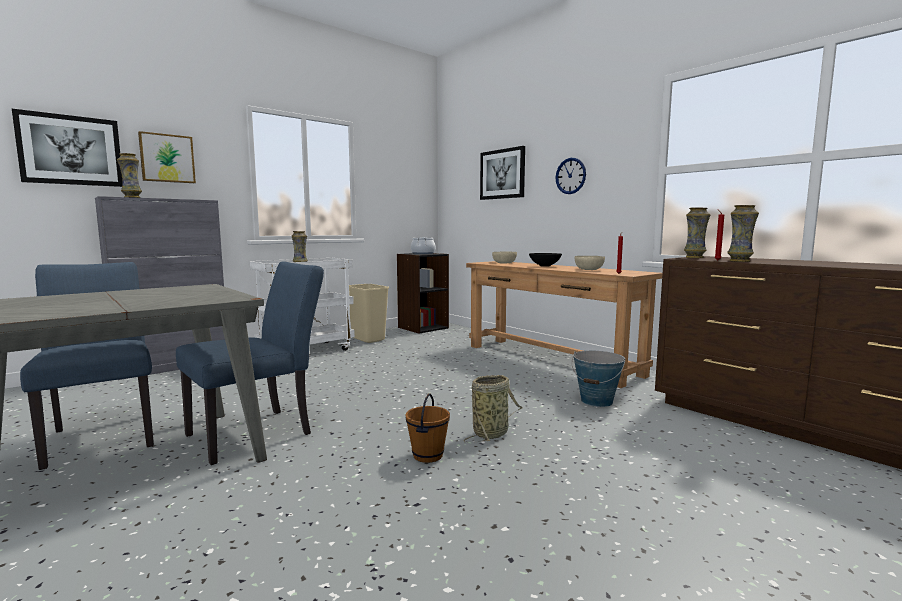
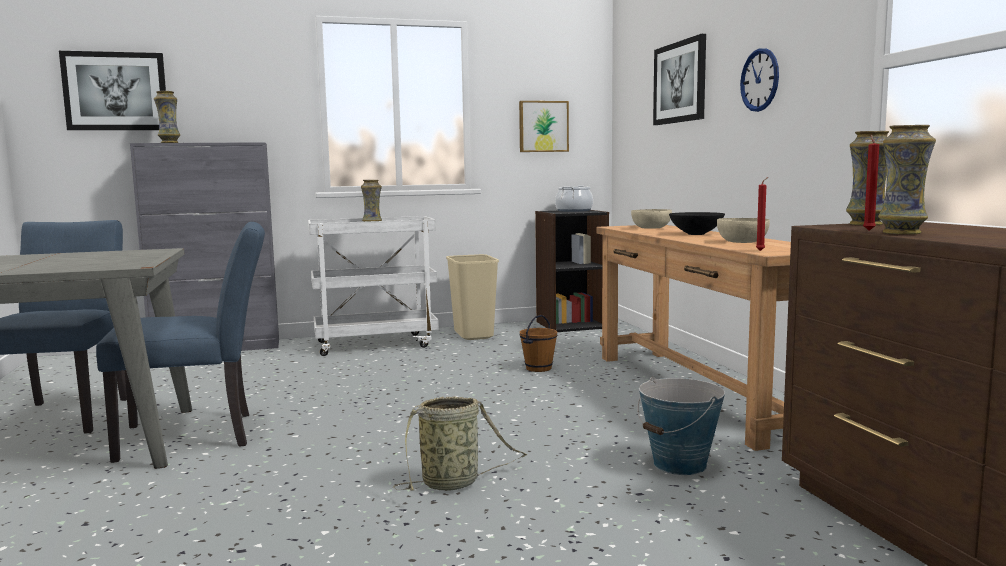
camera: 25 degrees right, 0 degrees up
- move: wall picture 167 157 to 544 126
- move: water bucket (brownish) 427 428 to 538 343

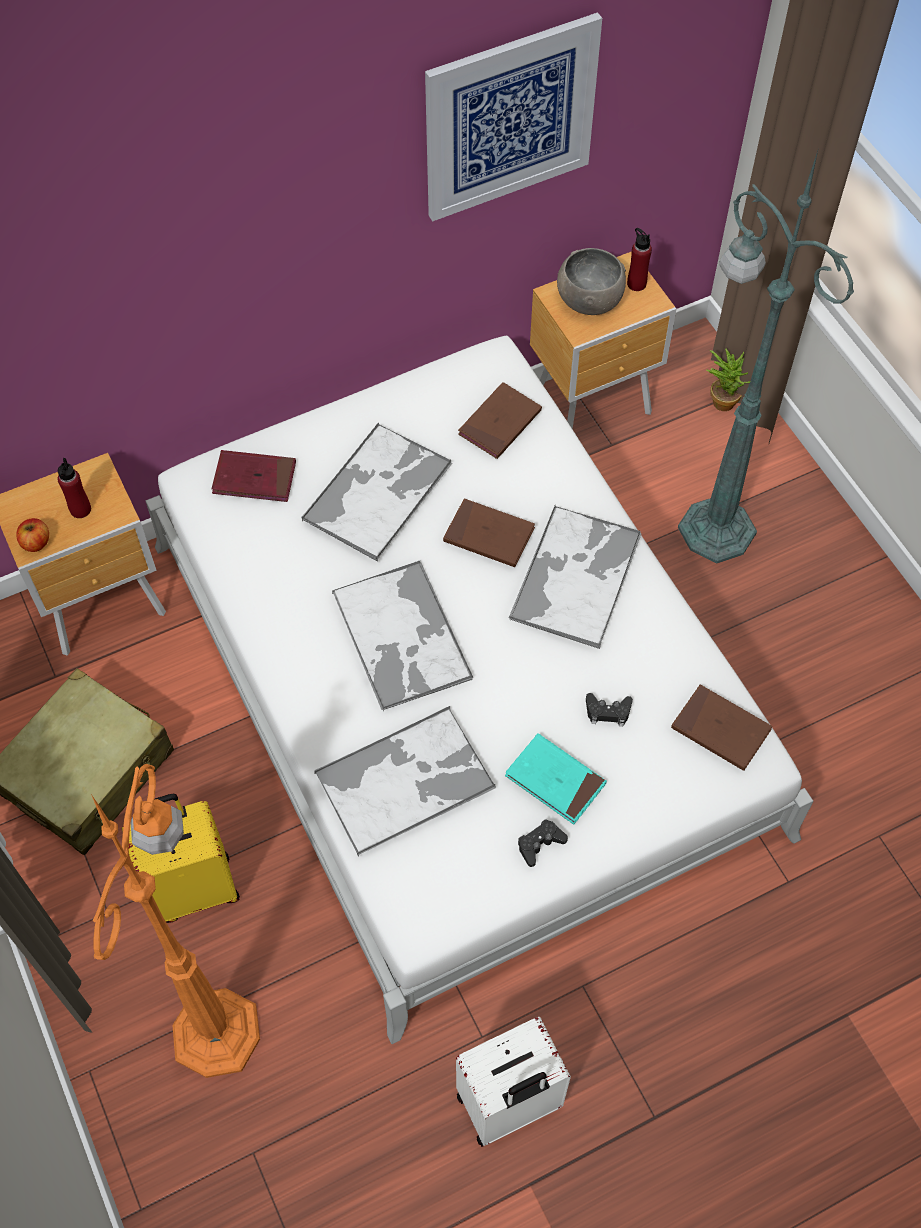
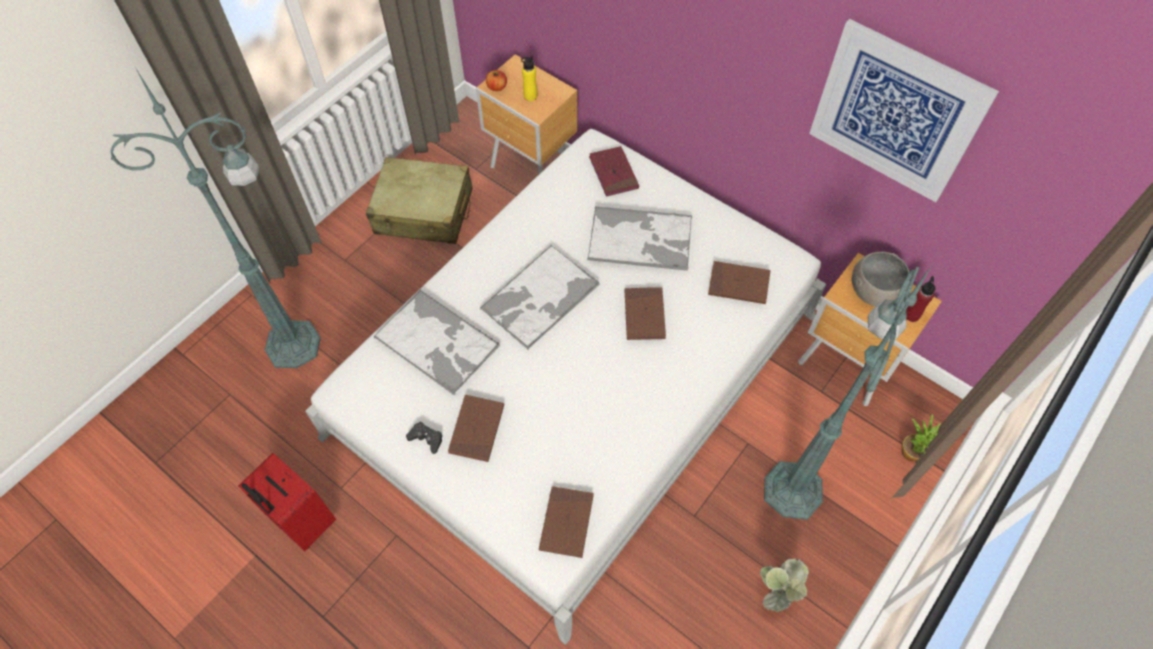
camera: 65 degrees right, 0 degrees up
- recolor: bottle (red-coloured) 74 488 to bottle (yellowish) 529 78
- delete: tray 575 577
- delete: joypad (blackish) 609 709
- recolor: volume (blue-green) 556 779 to volume (brownish) 476 428
- recolor: standing lamp (orange) 175 921 to standing lamp (green) 215 217
- delete: suitcase (yellowish) 181 858
- recolor: suitcase (white) 513 1082 to suitcase (red-coloured) 287 502
- insert: houseplant 784 585

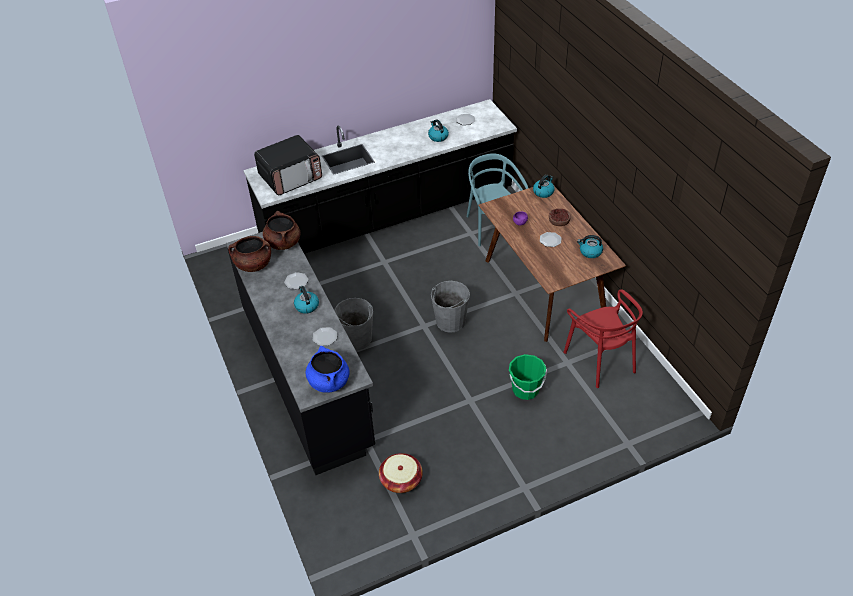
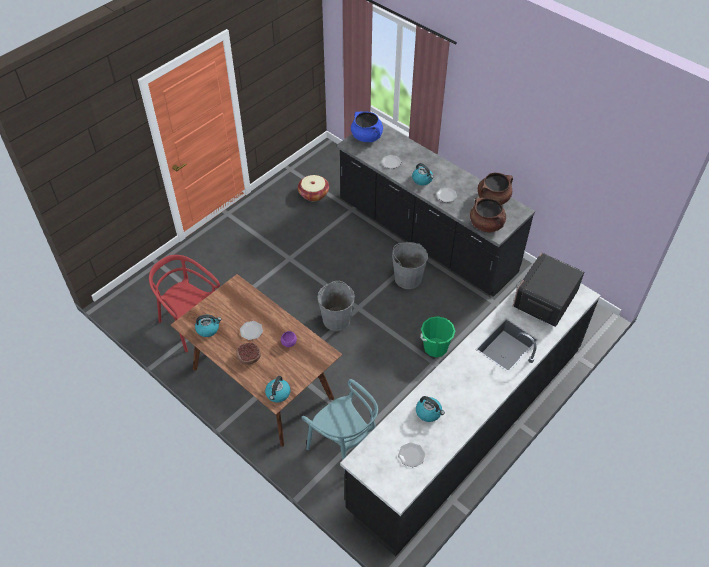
camera: 155 degrees right, 5 degrees up
- move: water bucket (green) 528 377 to 438 336

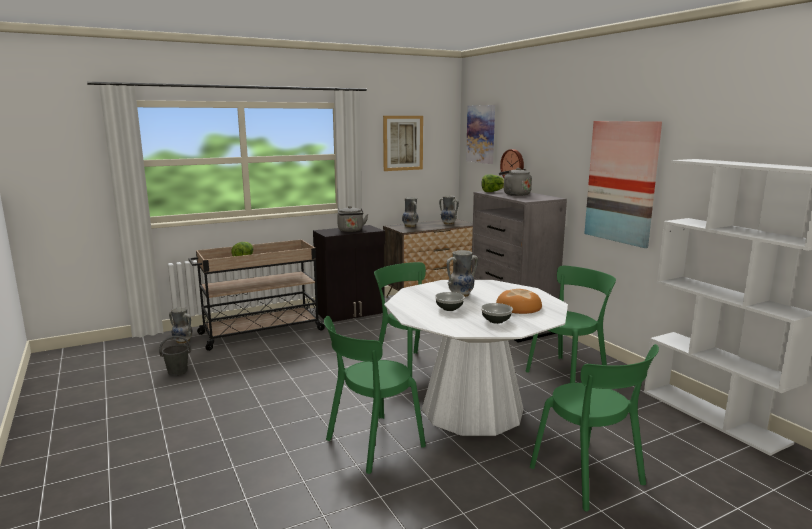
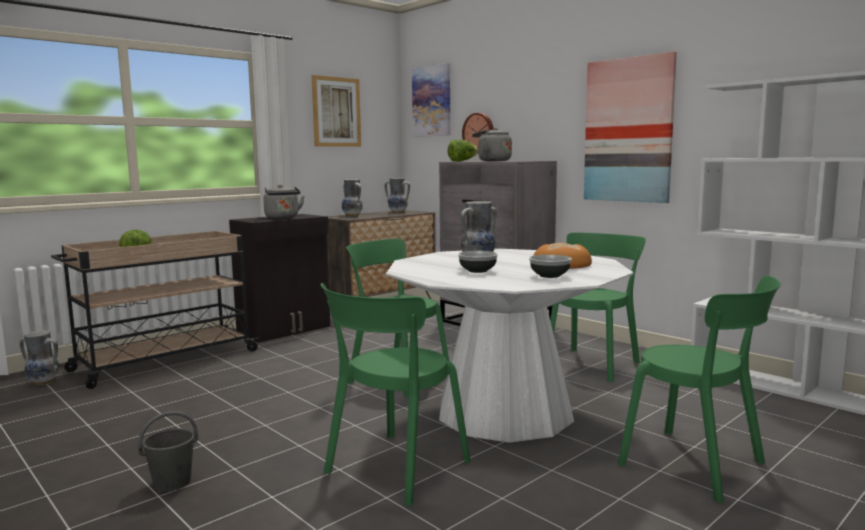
camera: 15 degrees left, 5 degrees down
- move: water bucket (greyish) 175 356 to 168 451

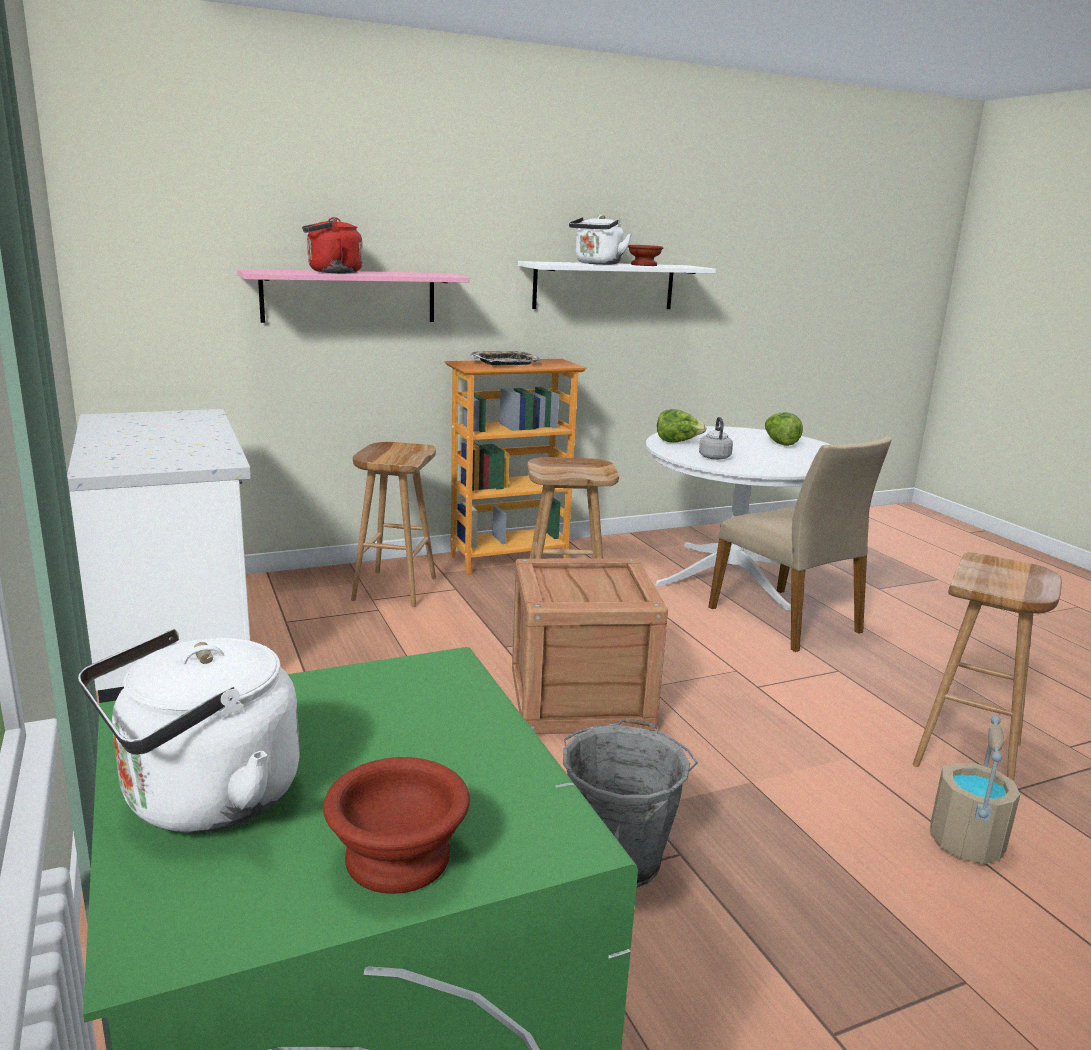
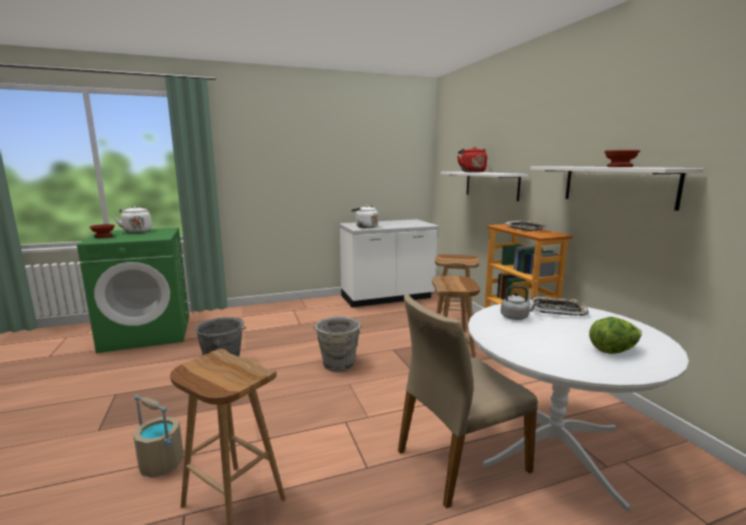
camera: 95 degrees right, 5 degrees down
- move: water kettle (white) 600 240 to 364 216
- recolor: bracket shelf (pinkish) 353 296 to bracket shelf (white) 484 186
- replace: lettuce head 682 426 to tray 558 306
- replace: packing crate 590 646 to water bucket (greyish) 337 344

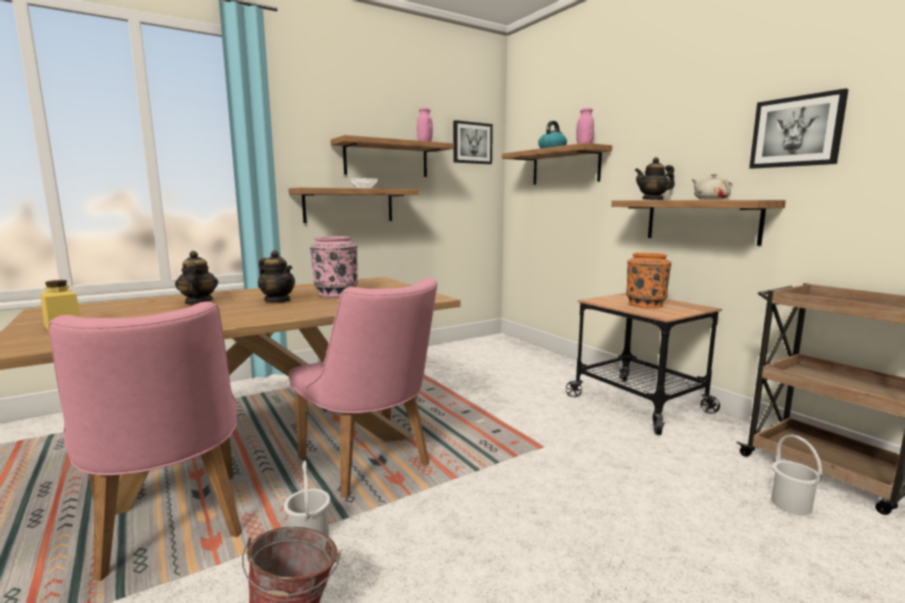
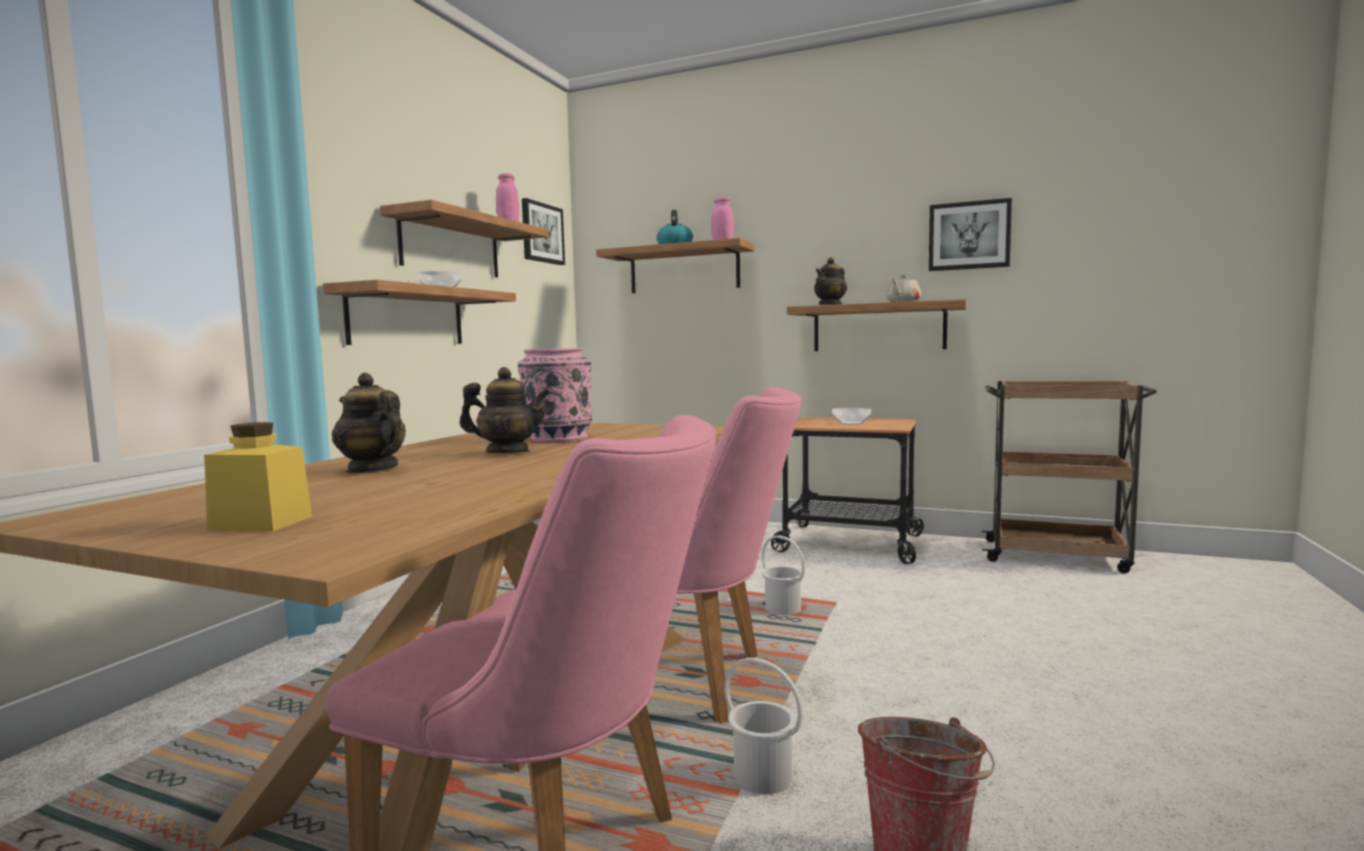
camera: 35 degrees left, 5 degrees down
- replace: flower vase (orange) 648 280 to serving bowl 851 416
- move: water bucket (white) 796 475 to 783 575

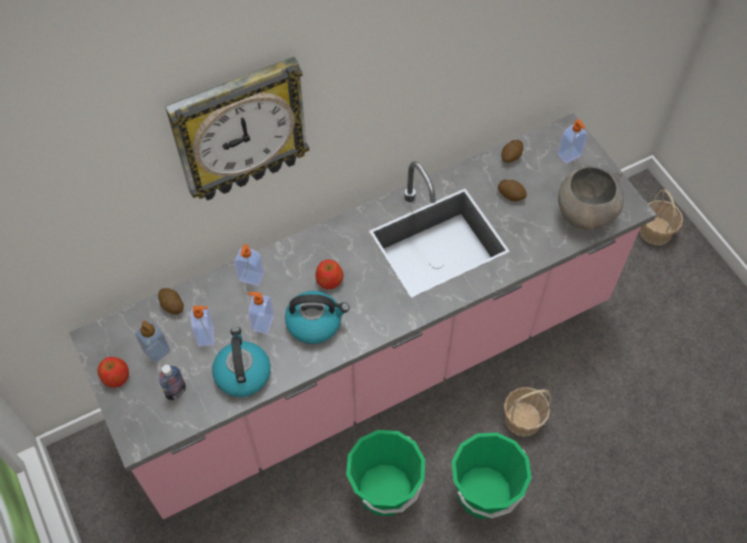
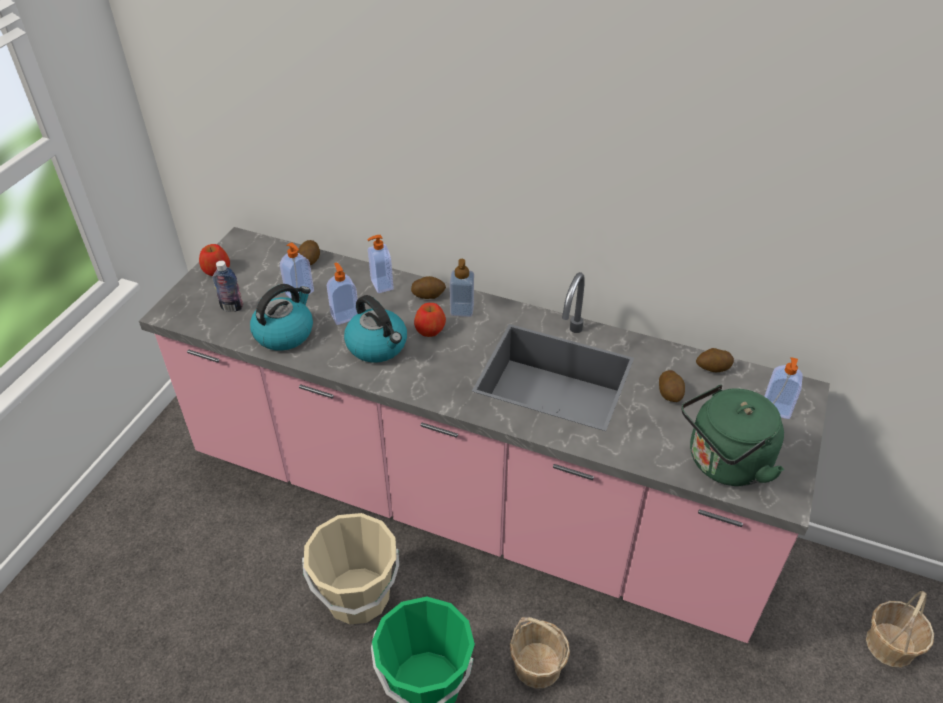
camera: 50 degrees right, 15 degrees down
- delete: hanging clock 237 128
- replace: serving bowl (greyish) 591 197 to water kettle (green) 733 435
- move: liquid soap bottle 152 342 to 462 288
- recolor: water bucket (green) 385 473 to water bucket (sand-coloured) 350 568
- insert: potato 428 287

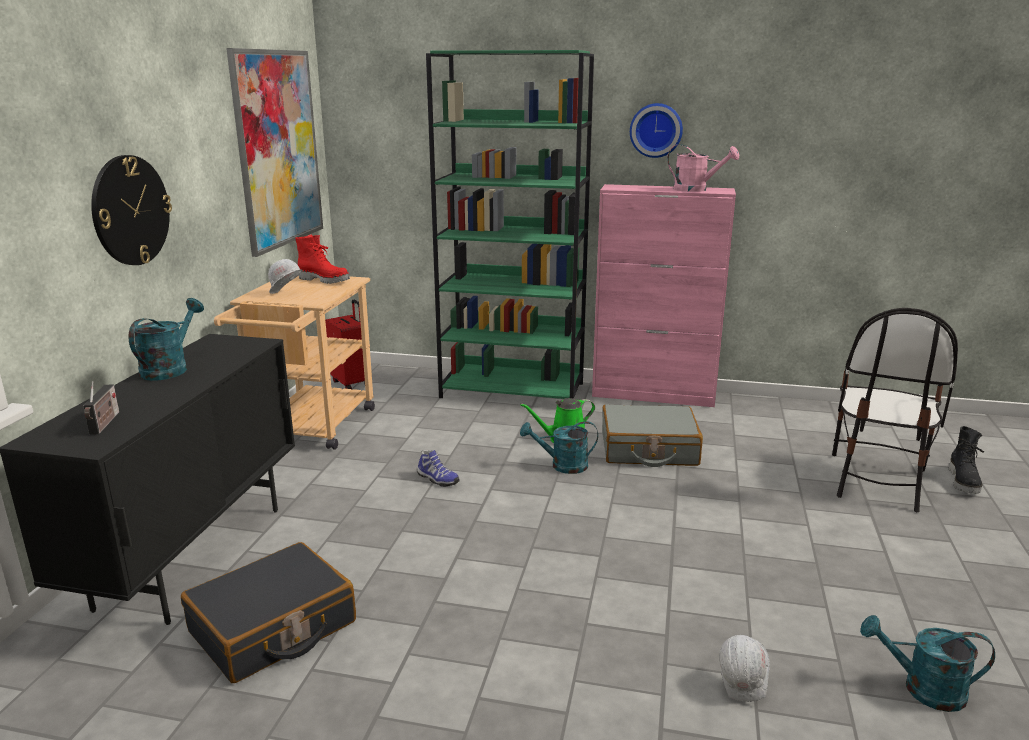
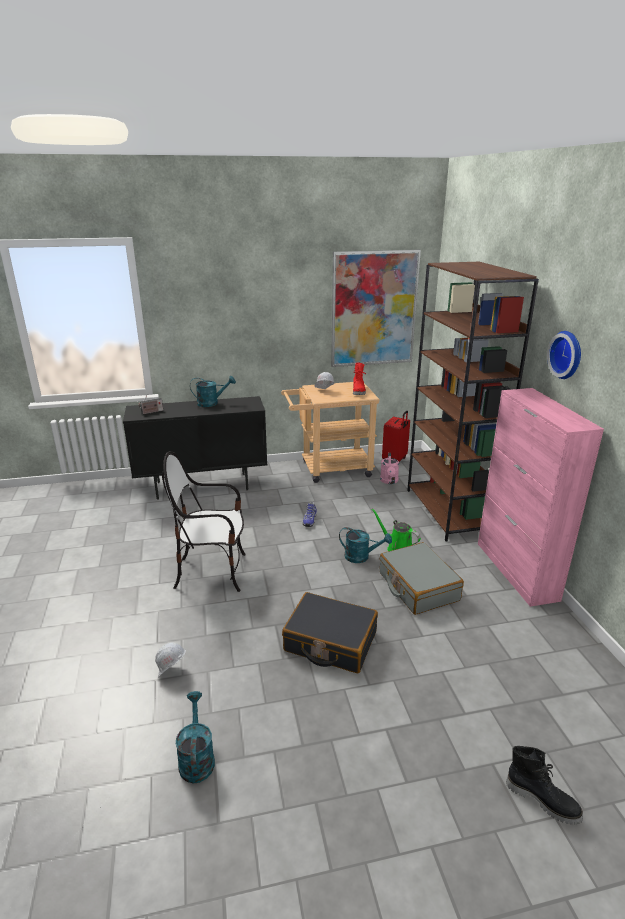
camera: 65 degrees right, 5 degrees up
- recolor: bookshelf (green) 510 224 to bookshelf (brownish) 473 402
- move: sprinkling can (pinkish) 703 168 to 389 468
- delete: hanging clock 131 210
- move: chair 895 410 to 204 521
- rotate: sprinkling can (blue-green) 559 447 = 365 545 135 degrees clockwise
- rotate: tall boot (blackish) 966 460 = 544 785 135 degrees counterclockwise
- move: suitcase (blackish) 268 612 to 330 632

